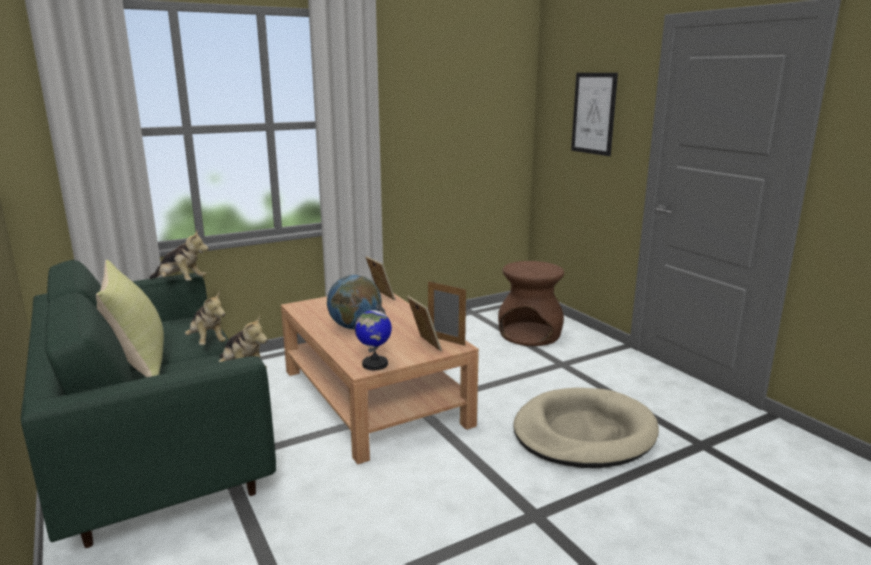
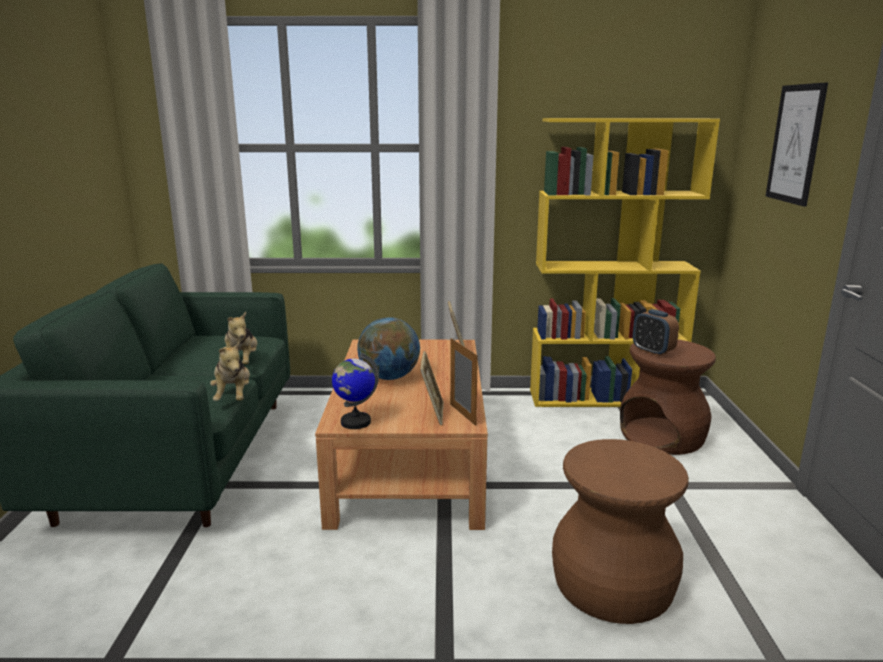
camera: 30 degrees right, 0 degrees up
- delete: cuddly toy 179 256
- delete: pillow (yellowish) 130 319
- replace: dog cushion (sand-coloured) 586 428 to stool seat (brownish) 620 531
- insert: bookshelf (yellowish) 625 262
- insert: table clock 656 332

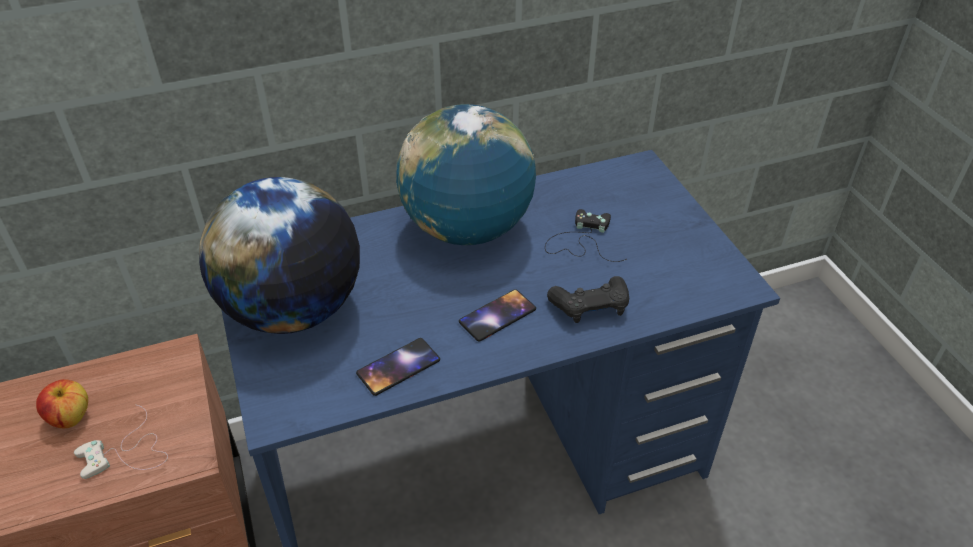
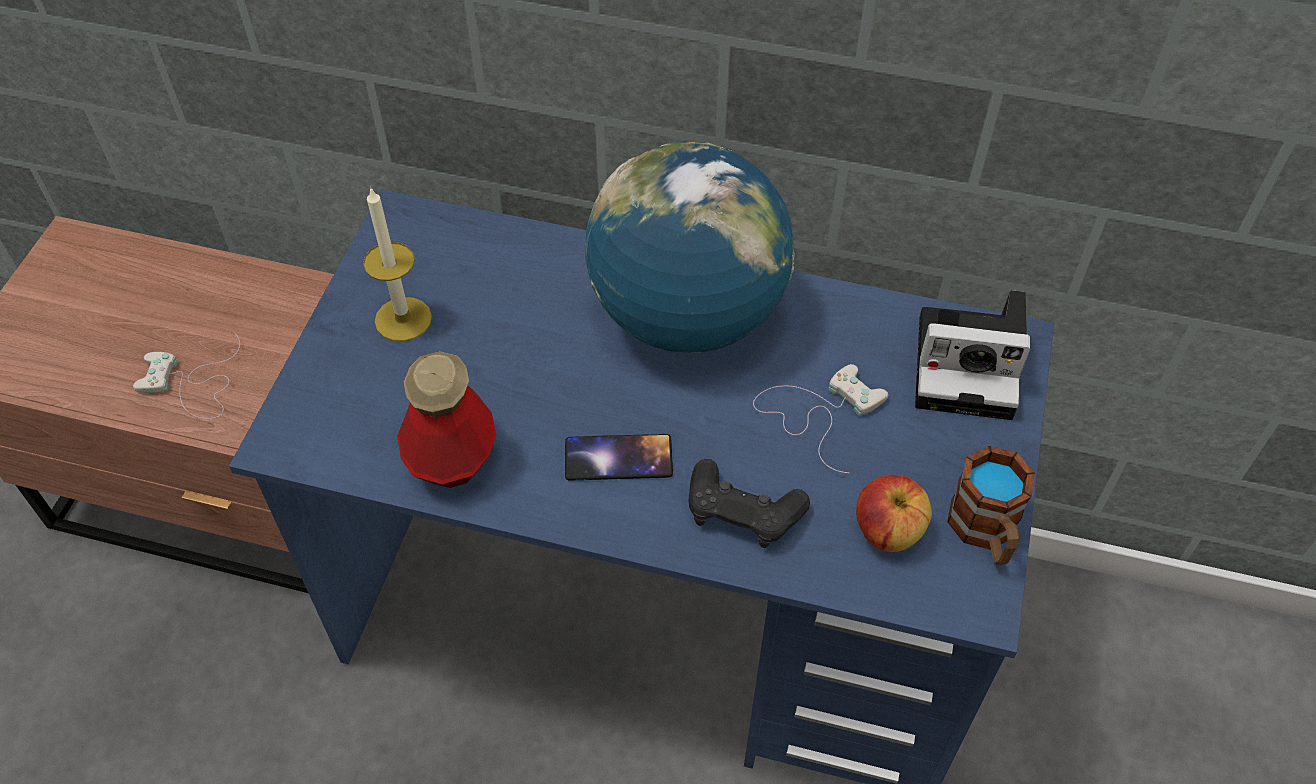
camera: 35 degrees right, 10 degrees up
- replace: desk globe 279 255 to wax candle 397 264
- recolor: joypad (blackish) 586 235 to joypad (white) 820 418
- replace: telephone 398 367 to bottle 446 419
- move: apple 62 403 to 894 513
- insert: still camera 972 355
- insert: coffee mug 991 505

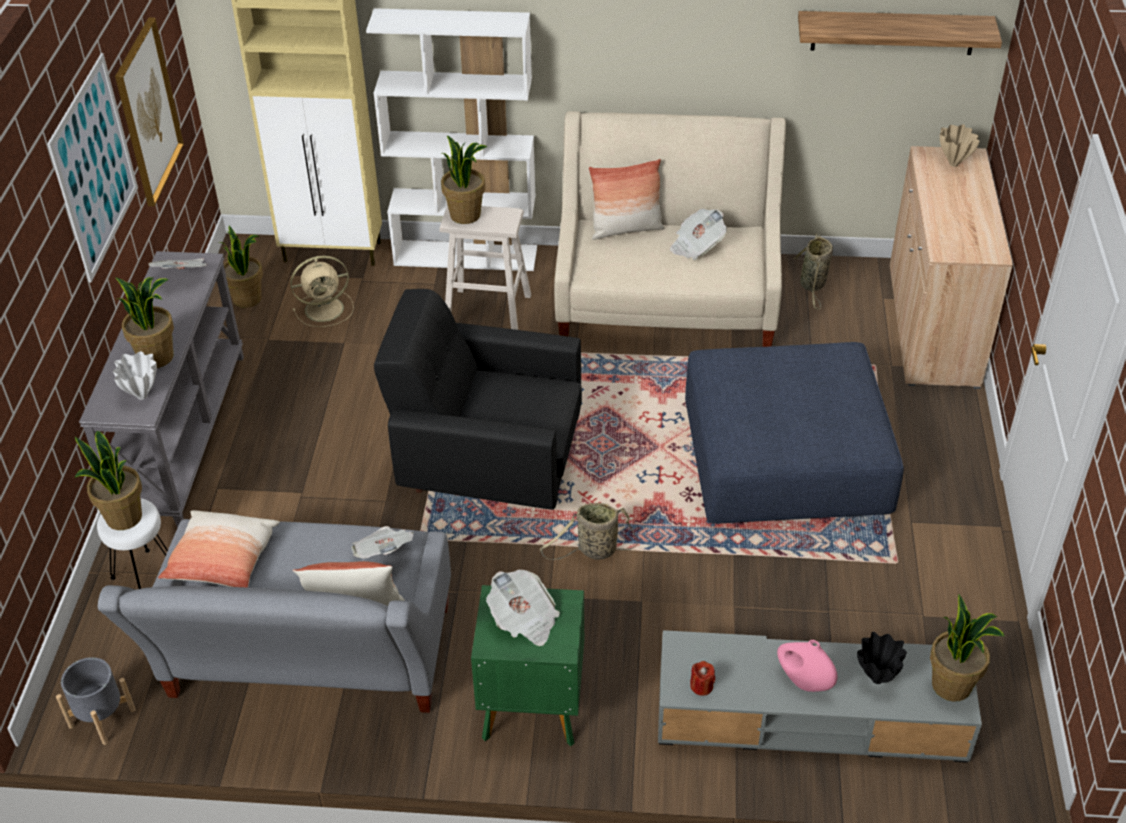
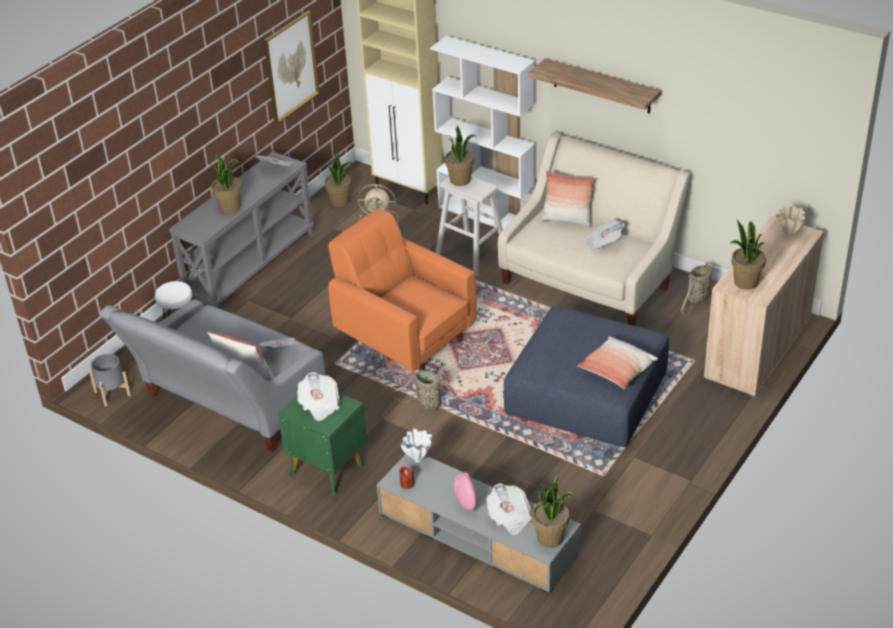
camera: 30 degrees right, 5 degrees down
- move: bracket shelf 900 33 to 595 86
- delete: wall picture 92 167
- recolor: lounge chair (blackish) 478 399 to lounge chair (orange) 402 290
- move: flower vase (white) 135 375 to 416 445
- move: houseplant 108 480 to 748 255
- move: pillow 219 548 to 617 363
- replace: flower vase (blackish) 882 658 to printed paper 509 509

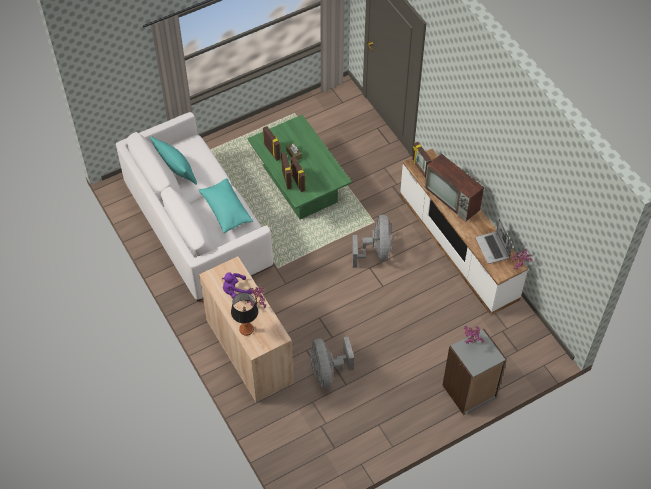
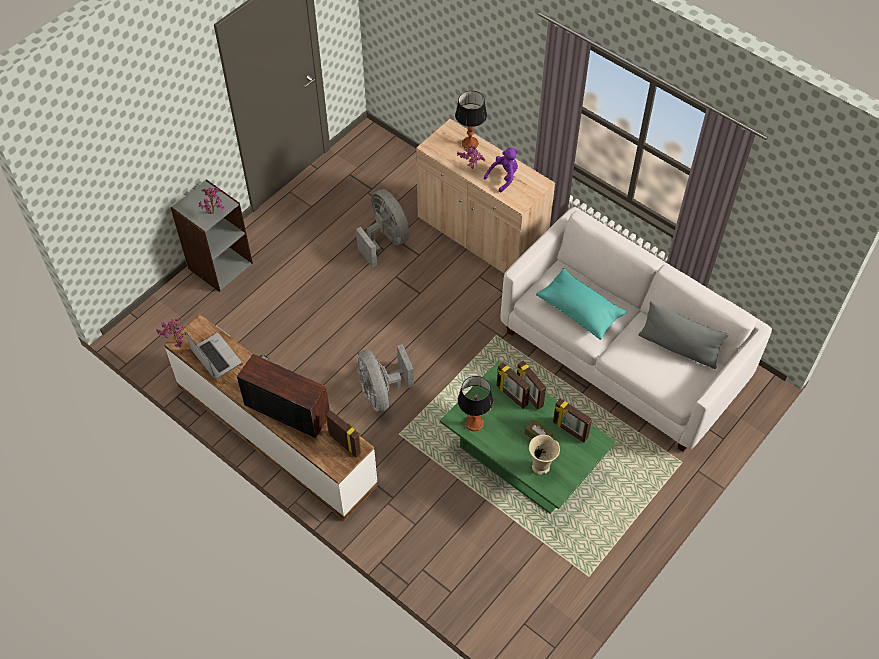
camera: 160 degrees right, 0 degrees up
- recolor: pillow (blue-green) 173 160 to pillow (greyish) 684 335
- insert: table lamp 475 403
- insert: flower vase (sand-coloured) 544 455

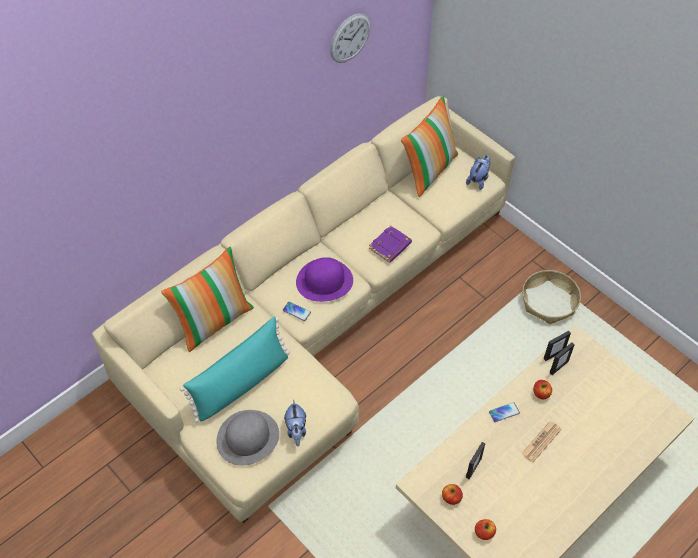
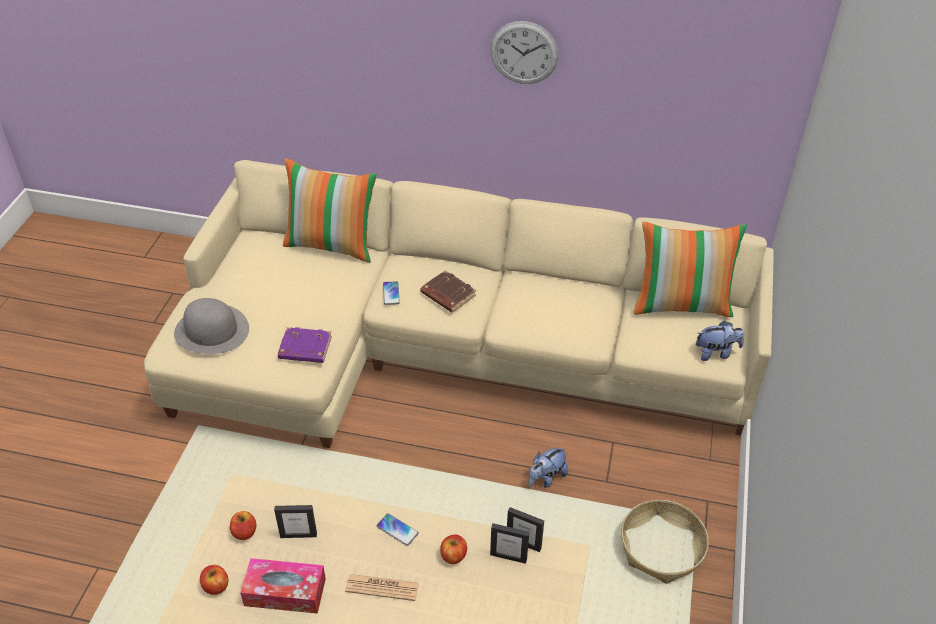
camera: 55 degrees right, 10 degrees down
- move: hanging clock 350 38 to 524 52
- move: volume (purplish) 390 244 to 305 345
- replace: clothing hat (purplish) 324 279 to volume (brownish) 448 291
- delete: pillow (blue-green) 235 370
- move: cuddly toy 295 422 to 548 467
- insert: tissue box 283 586

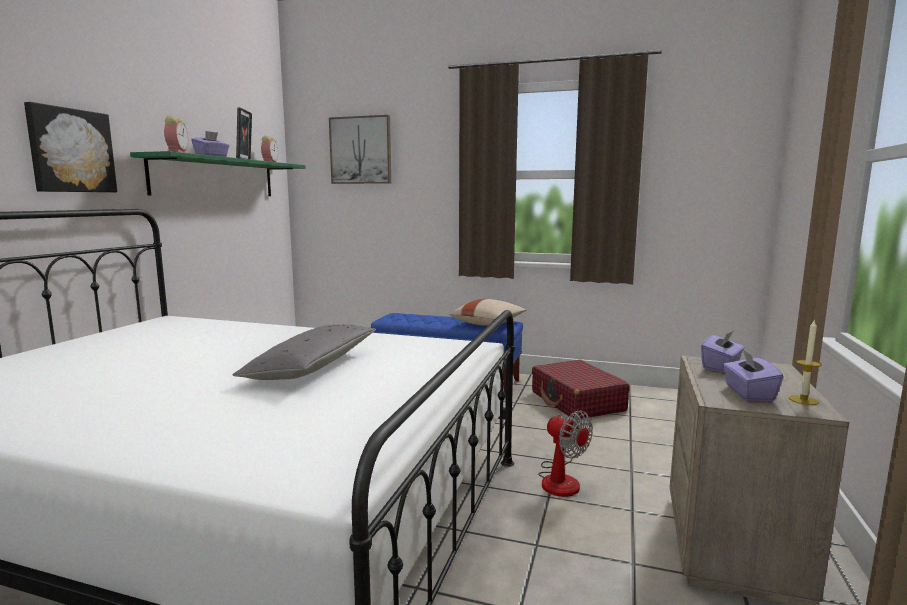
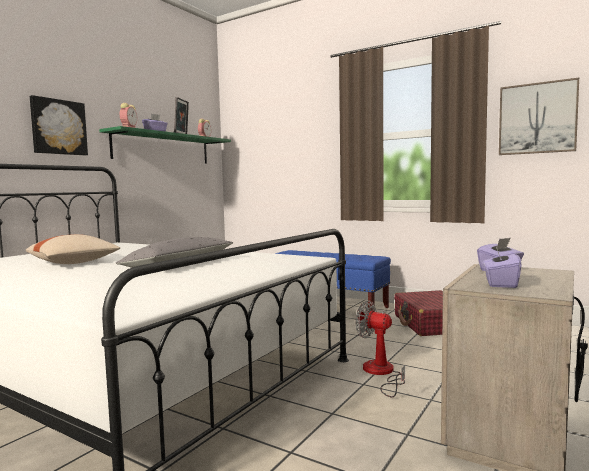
camera: 15 degrees right, 5 degrees down
- move: wall picture 360 149 to 539 116
- move: pillow (sand-coloured) 488 312 to 73 249
- delete: wax candle 805 362
- rotate: electric fan 565 454 = 380 348 150 degrees clockwise

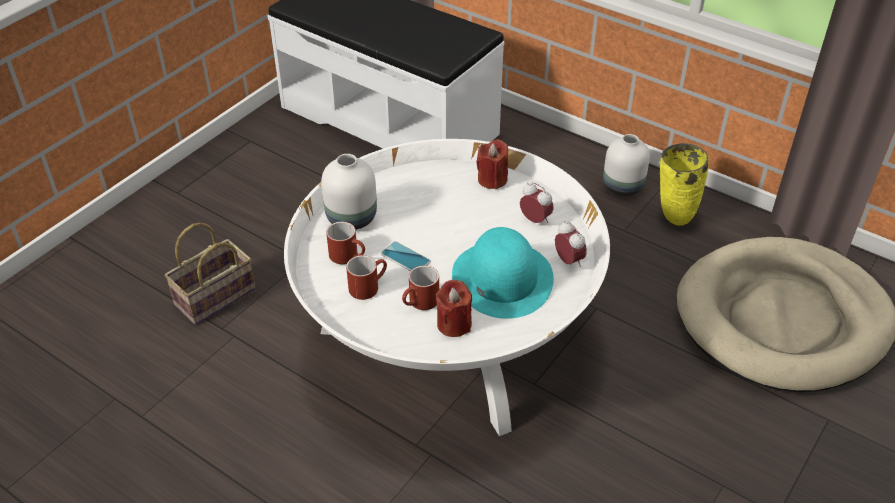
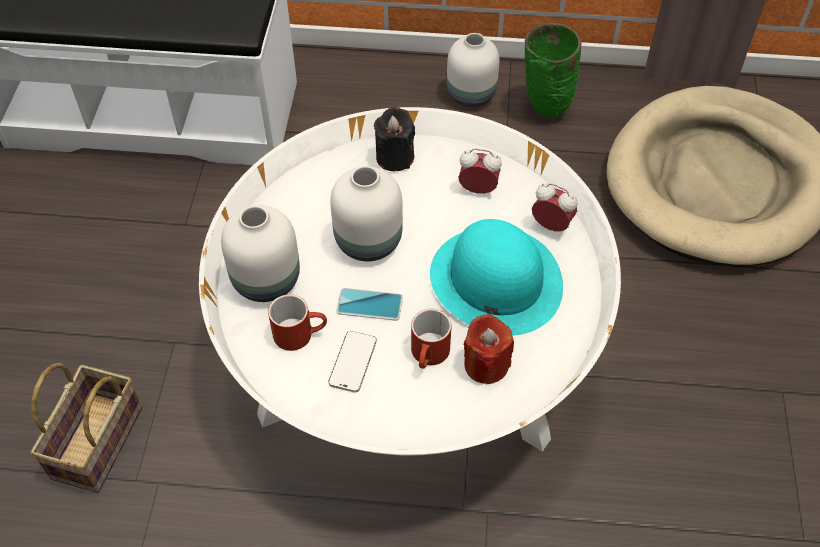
camera: 30 degrees left, 10 degrees up
- recolor: wax candle (red-coloured) 492 164 to wax candle (blackish) 394 139
- recolor: flower vase (yellowish) 684 184 to flower vase (green) 553 70
- replace: coffee mug (red-coloured) 366 277 to telephone 353 362
- insert: flower vase (white) 366 213

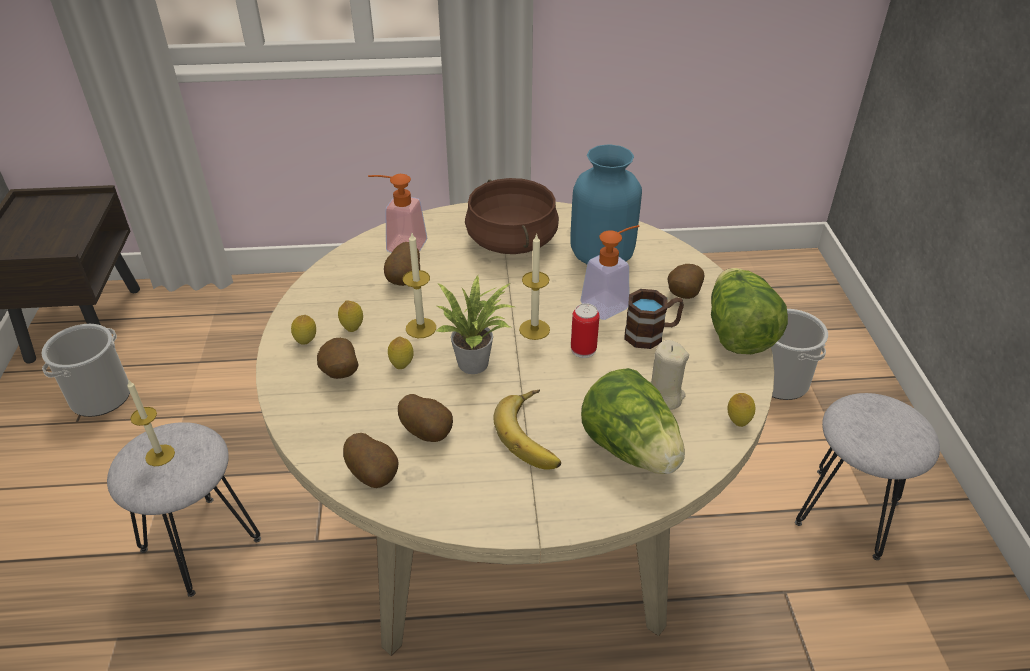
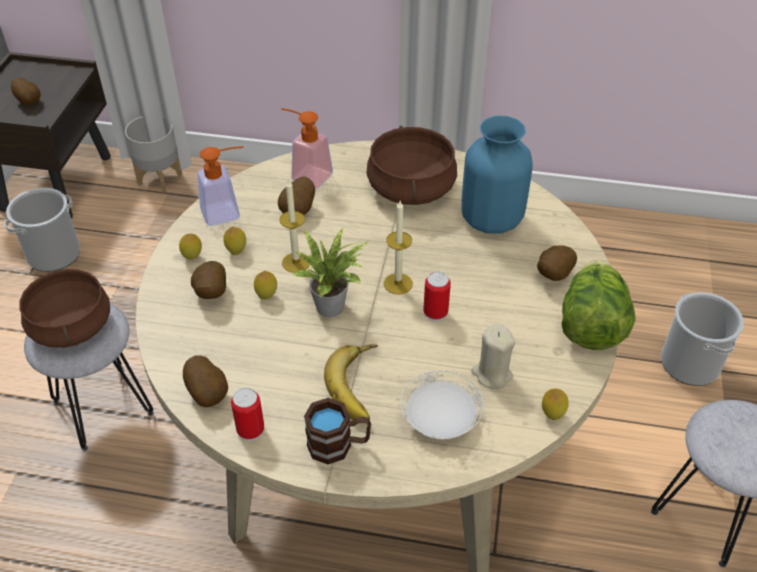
camera: 15 degrees right, 5 degrees up
- move: liquid soap bottle 609 272 to 220 186
- move: coffee mug (brownish) 654 319 to 337 431
- replace: lettuce head 633 421 to plate (white) 442 405
- replace: wax candle 151 423 to stockpot (brownish) 64 308
- move: potato 425 418 to 26 91
- insert: planter (greyish) 153 154
- insert: can 247 414

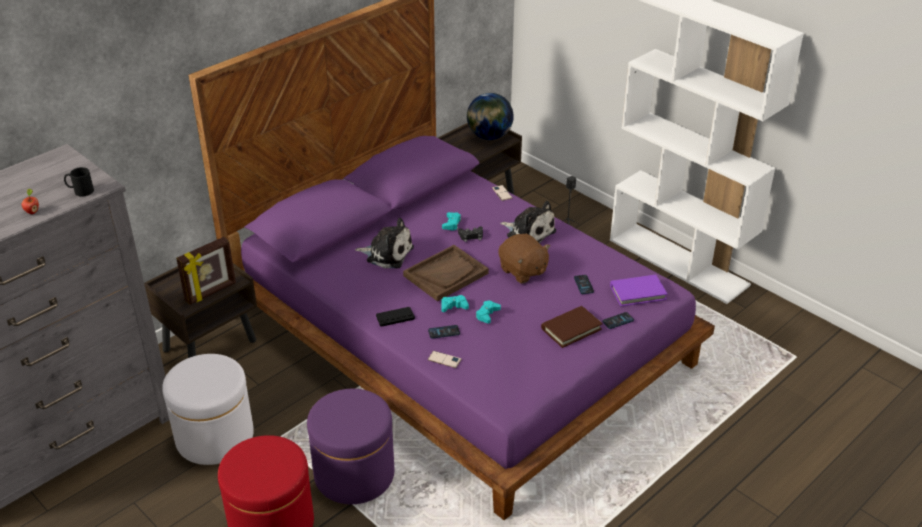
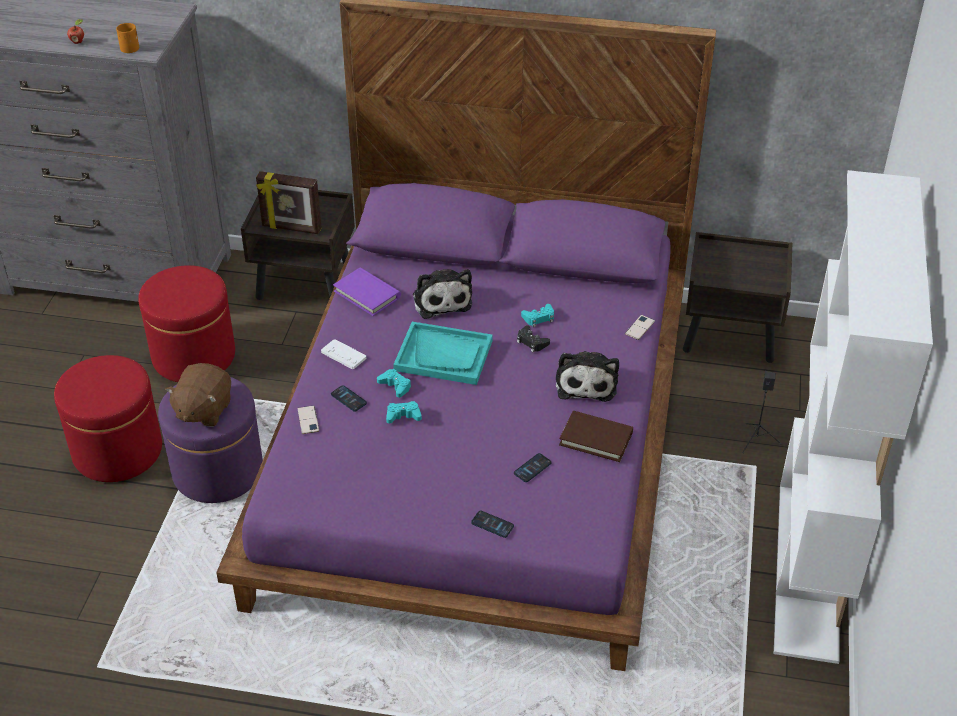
camera: 55 degrees right, 5 degrees up
- delete: desk globe 490 116
- recolor: coffee mug (blackish) 79 181 to coffee mug (orange) 127 38
- move: cuddly toy (brownish) 524 259 to 198 395
- recolor: tray (brownish) 446 273 to tray (blue-green) 443 353
- move: volume (purplish) 638 290 to 367 291
- move: volume (brownish) 572 327 to 596 436
- recolor: joypad (blackish) 395 317 to joypad (white) 343 354
- recolor: pouffe (white) 208 409 to pouffe (red-coloured) 186 323

